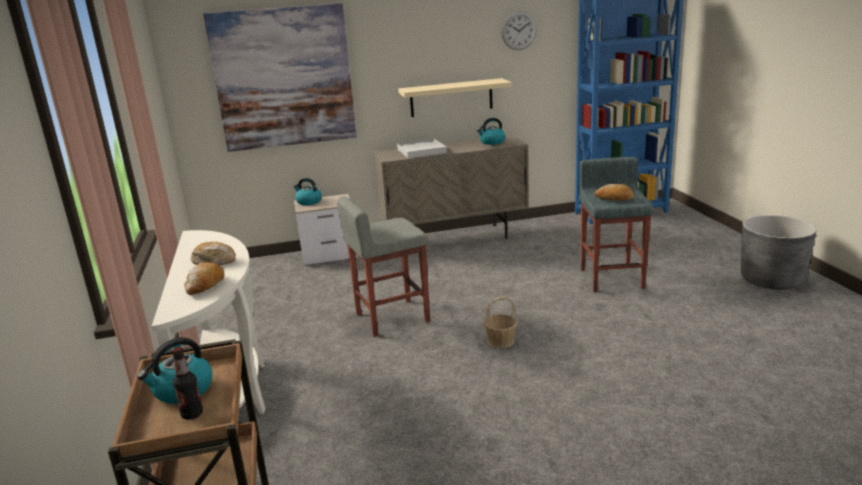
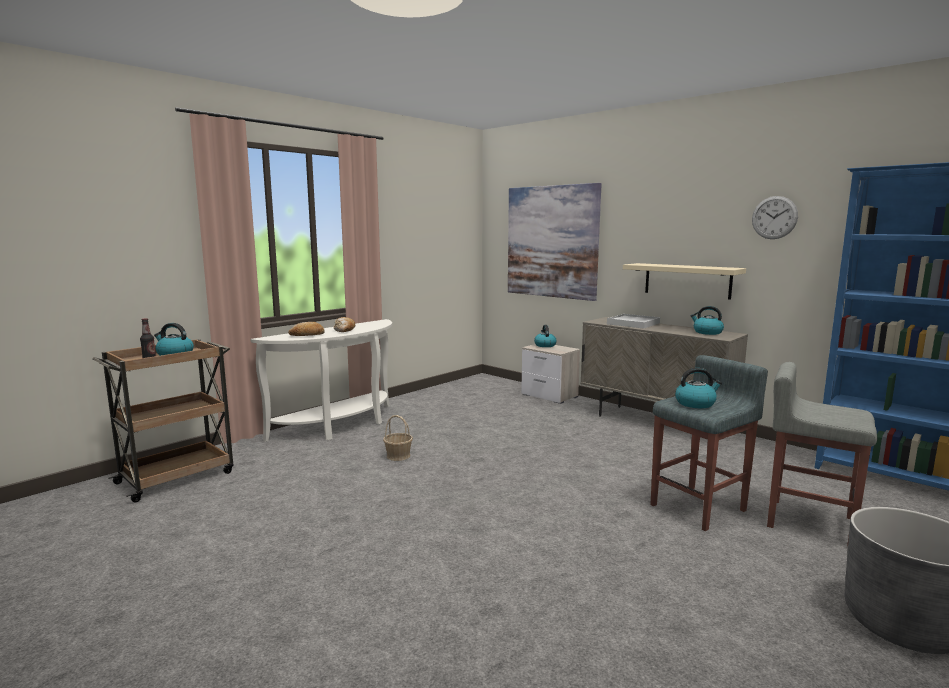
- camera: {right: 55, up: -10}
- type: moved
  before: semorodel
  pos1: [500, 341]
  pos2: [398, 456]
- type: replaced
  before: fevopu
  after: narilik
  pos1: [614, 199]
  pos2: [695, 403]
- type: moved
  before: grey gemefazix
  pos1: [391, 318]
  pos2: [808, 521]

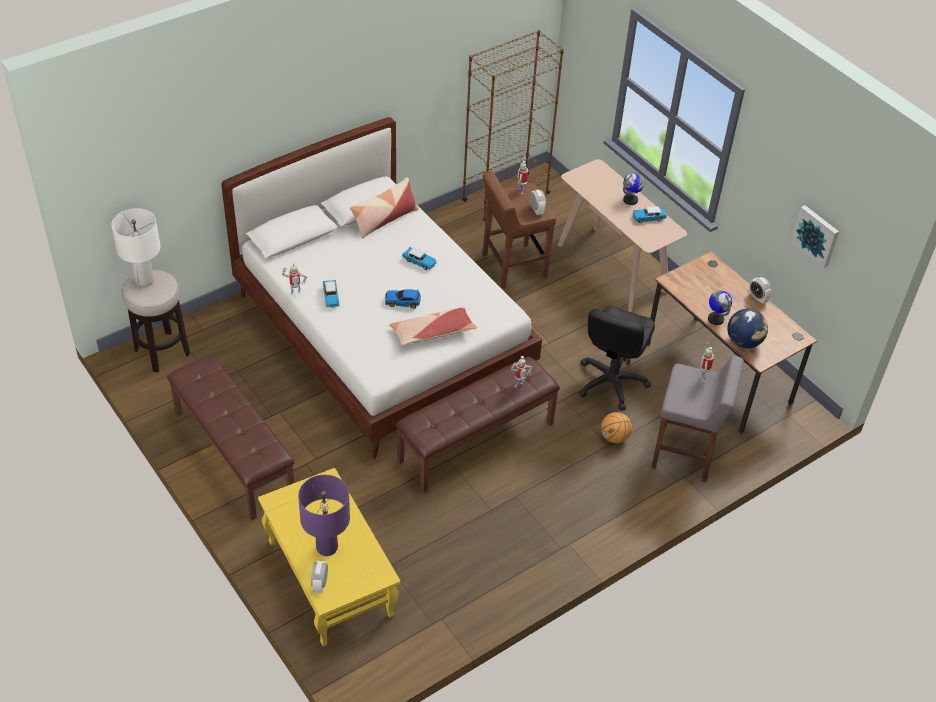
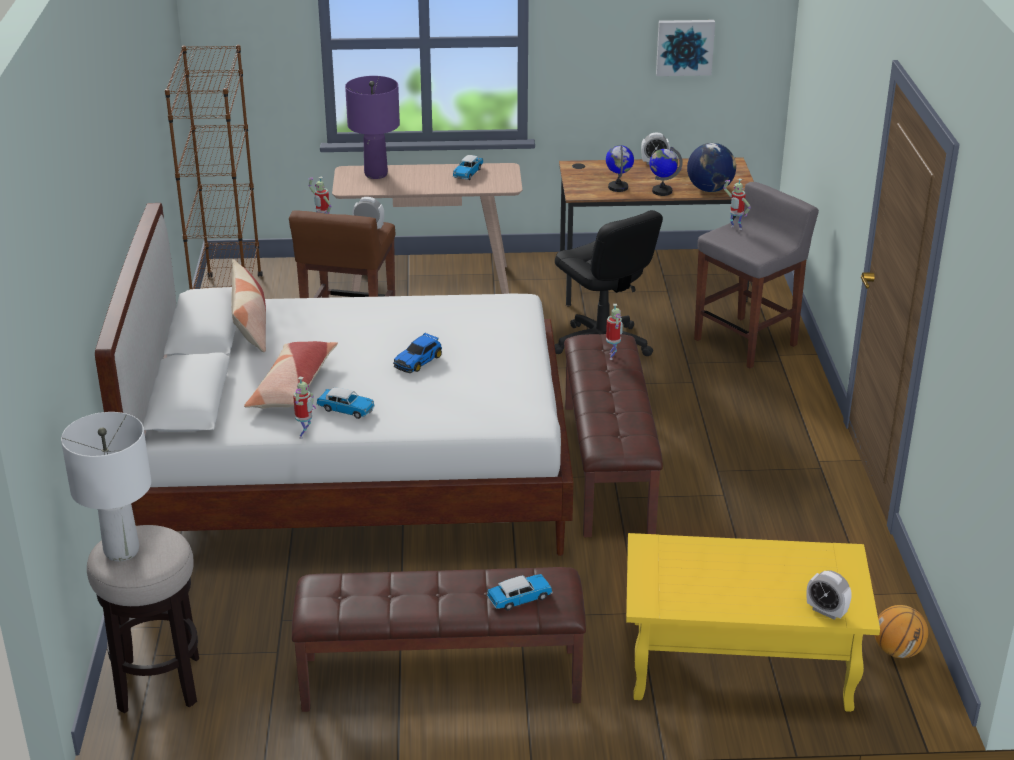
- camera: {right: -55, up: -15}
- type: moved
  before: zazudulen
  pos1: [432, 332]
  pos2: [292, 386]
- type: moved
  before: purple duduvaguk
  pos1: [326, 548]
  pos2: [376, 174]
- type: moved
  before: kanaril
  pos1: [419, 262]
  pos2: [520, 598]
- type: moved
  before: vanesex
  pos1: [630, 200]
  pos2: [618, 187]
- type: moved
  before: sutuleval
  pos1: [614, 437]
  pos2: [897, 651]

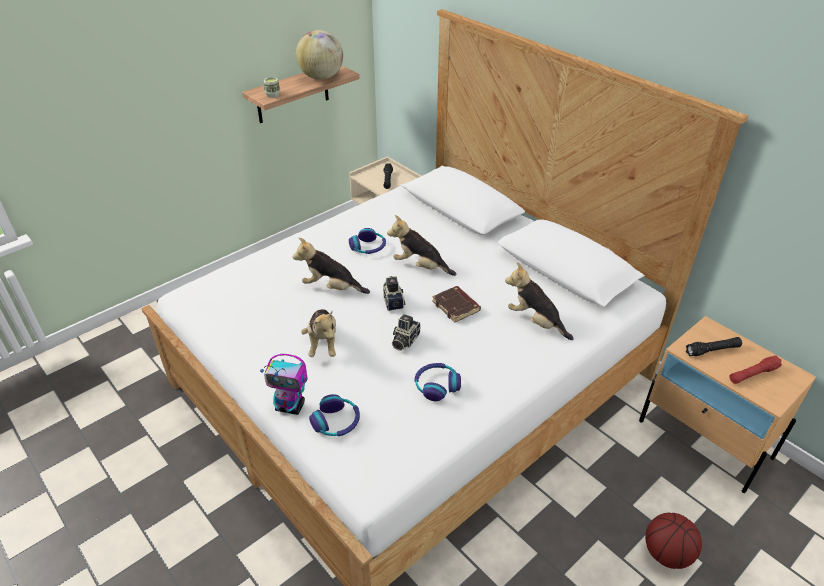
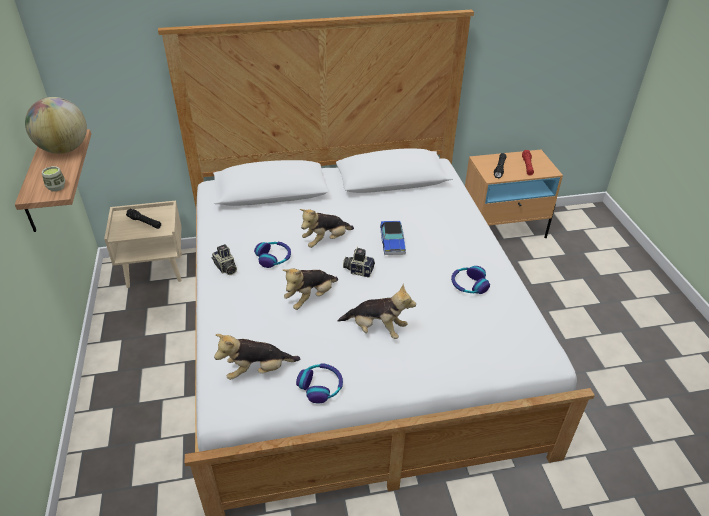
- camera: {right: -60, up: 0}
- type: moved
  before: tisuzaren
  pos1: [404, 340]
  pos2: [225, 268]
- type: moved
  before: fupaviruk
  pos1: [535, 322]
  pos2: [258, 370]
- type: moved
  before: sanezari
  pos1: [336, 422]
  pos2: [321, 386]
- type: replaced
  before: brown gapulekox
  after: kanaril
  pos1: [456, 306]
  pos2: [392, 241]
- type: removed
  before: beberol
  pos1: [291, 406]
- type: removed
  before: sutuleval
  pos1: [667, 554]

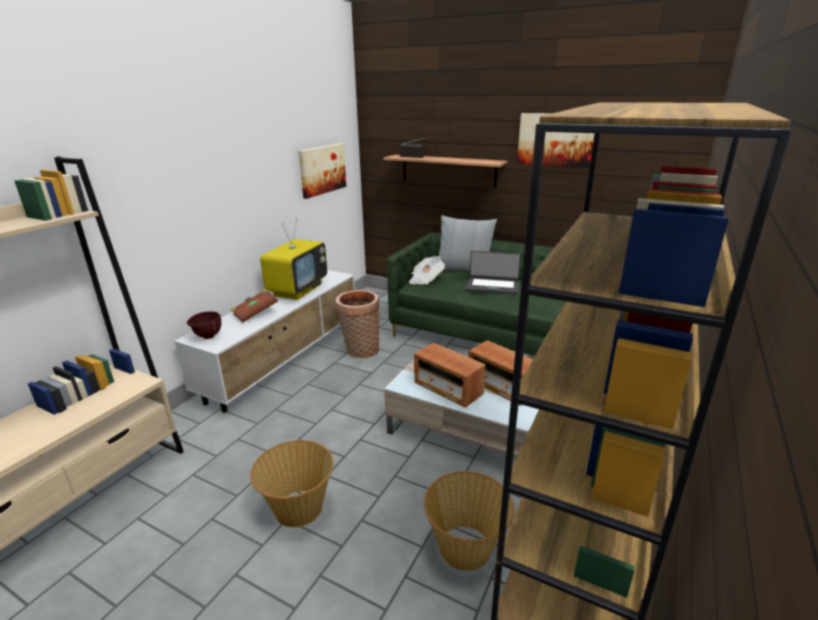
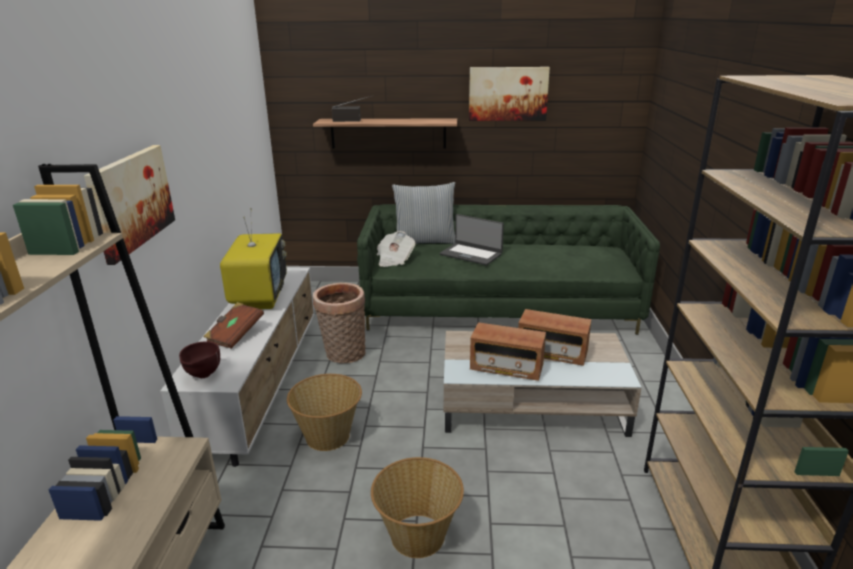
- camera: {right: -25, up: 0}
- type: moved
  before: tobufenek
  pos1: [322, 169]
  pos2: [131, 200]
- type: moved
  before: semorodel
  pos1: [466, 547]
  pos2: [328, 436]
- type: turned
  before: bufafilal
  pos1: [492, 286]
  pos2: [471, 254]
  turn: 45

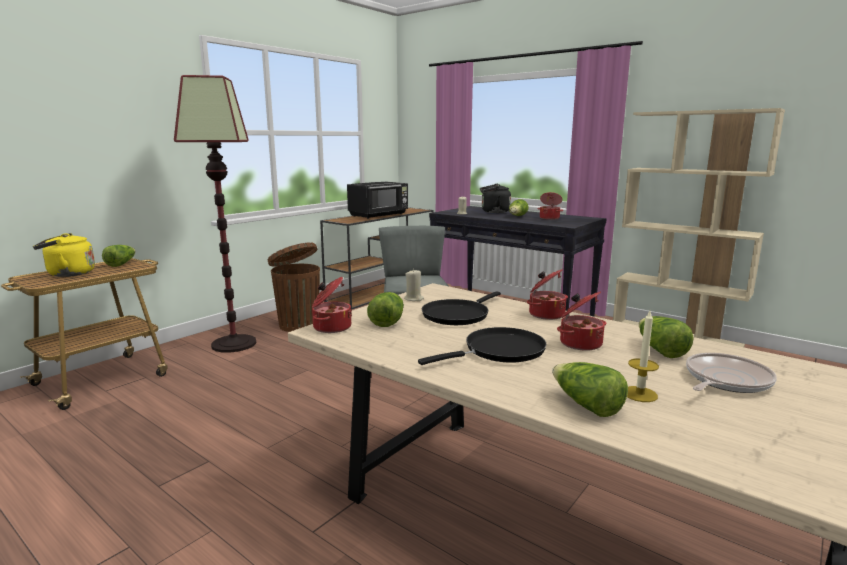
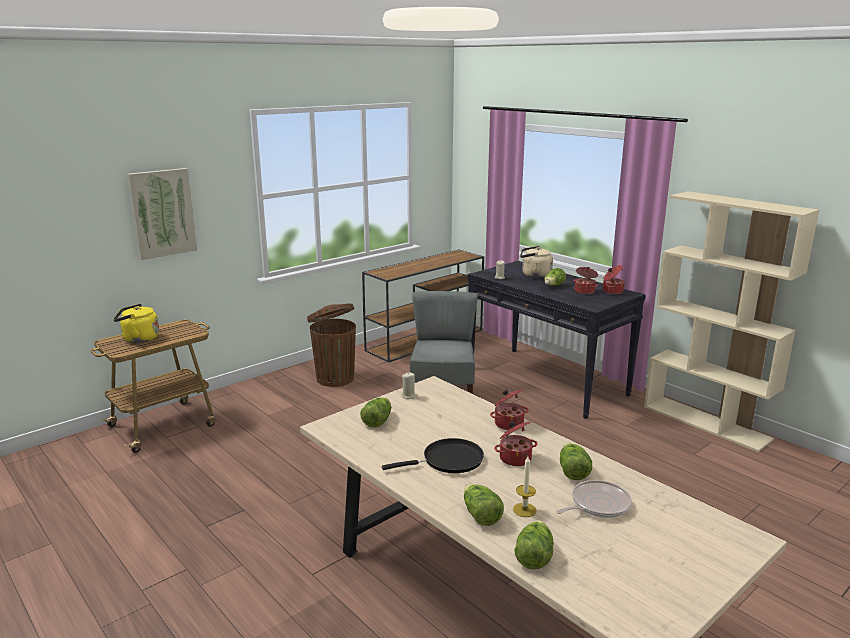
- camera: {right: 10, up: 5}
- type: added
  after: tobufenek
  pos2: [162, 213]
- type: moved
  before: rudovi
  pos1: [121, 264]
  pos2: [533, 556]
- type: recoloured
  before: black narilik
  after: beige narilik
  pos1: [493, 212]
  pos2: [534, 275]
- type: moved
  before: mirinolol
  pos1: [331, 327]
  pos2: [612, 291]
- type: removed
  before: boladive
  pos1: [233, 344]
- type: removed
  before: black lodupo
  pos1: [379, 215]
- type: removed
  before: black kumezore
  pos1: [458, 315]

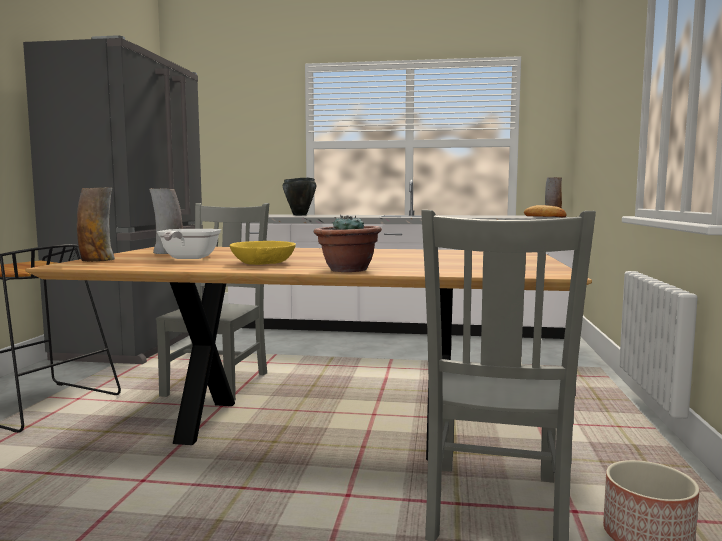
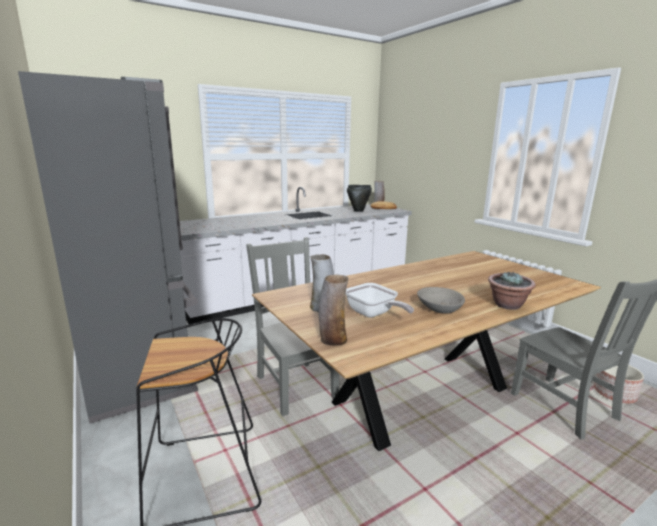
- camera: {right: -40, up: 10}
- type: moved
  before: black mirinolol
  pos1: [299, 215]
  pos2: [358, 211]
- type: recoloured
  before: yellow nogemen
  after: grey nogemen
  pos1: [263, 263]
  pos2: [439, 308]

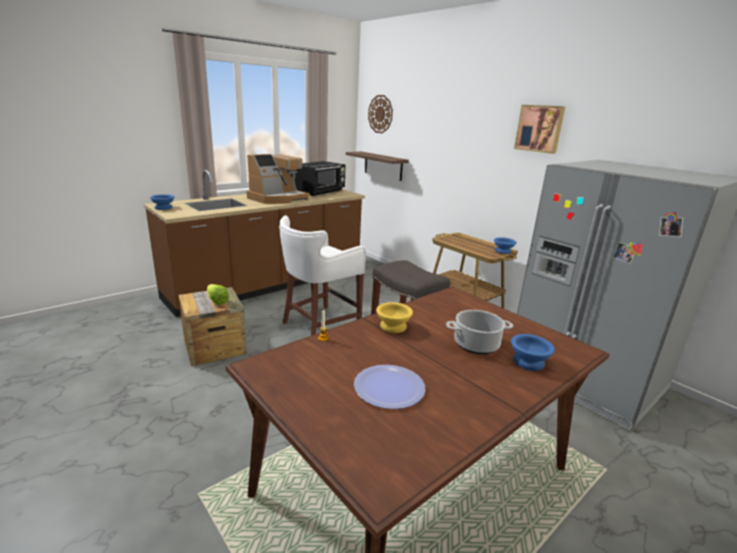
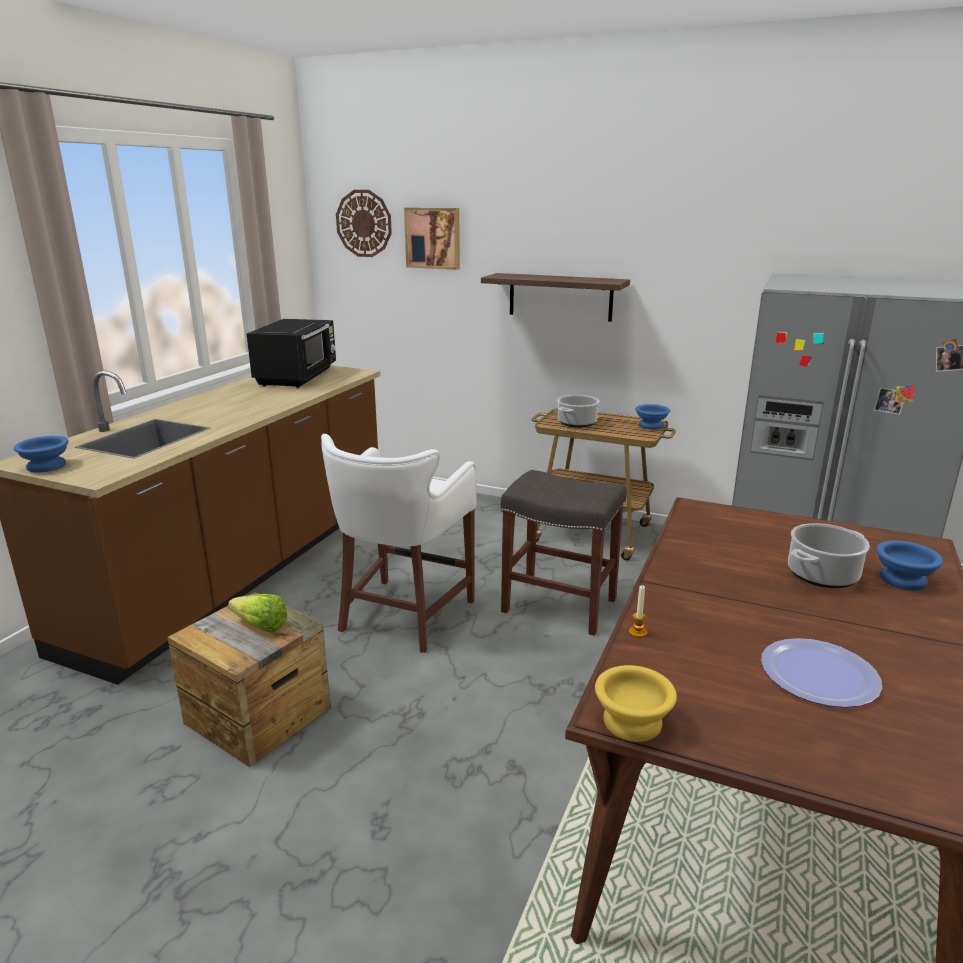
- camera: {right: -25, up: 0}
- type: moved
  before: tobufenek
  pos1: [539, 128]
  pos2: [433, 238]
- type: moved
  before: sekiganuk
  pos1: [383, 166]
  pos2: [560, 297]
- type: added
  after: mirinolol
  pos2: [577, 423]
- type: moved
  before: yellow nogemen
  pos1: [392, 327]
  pos2: [632, 724]
- type: removed
  before: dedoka
  pos1: [278, 199]

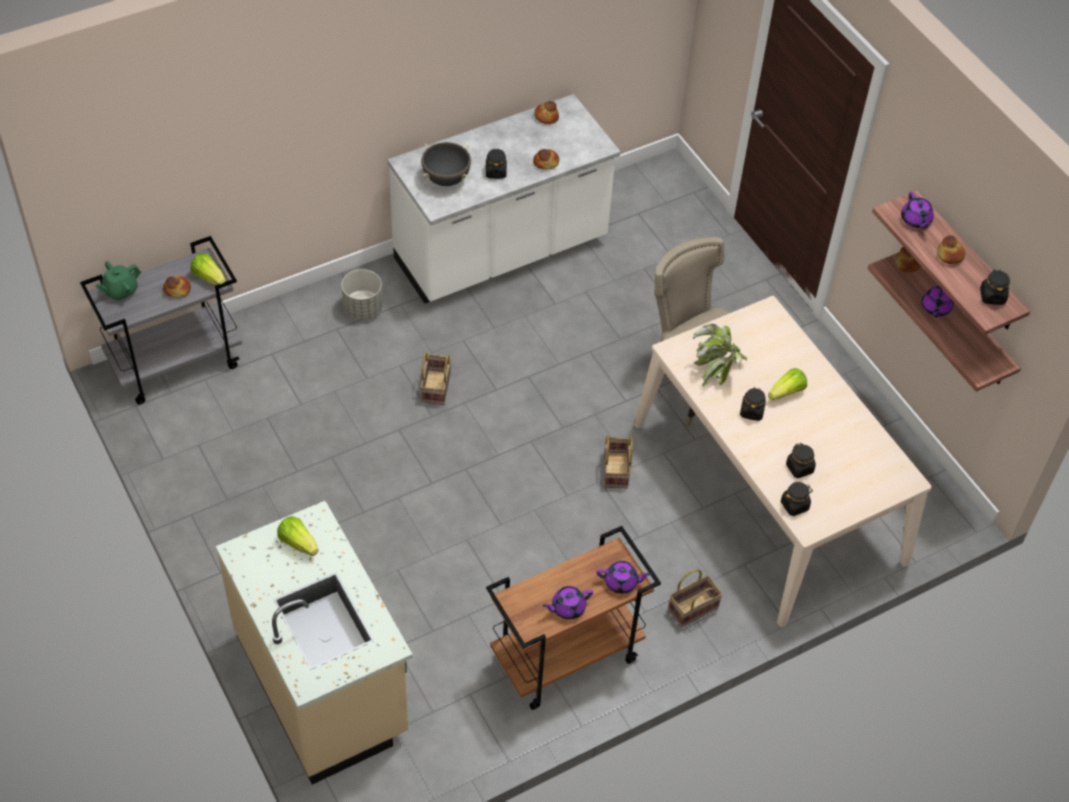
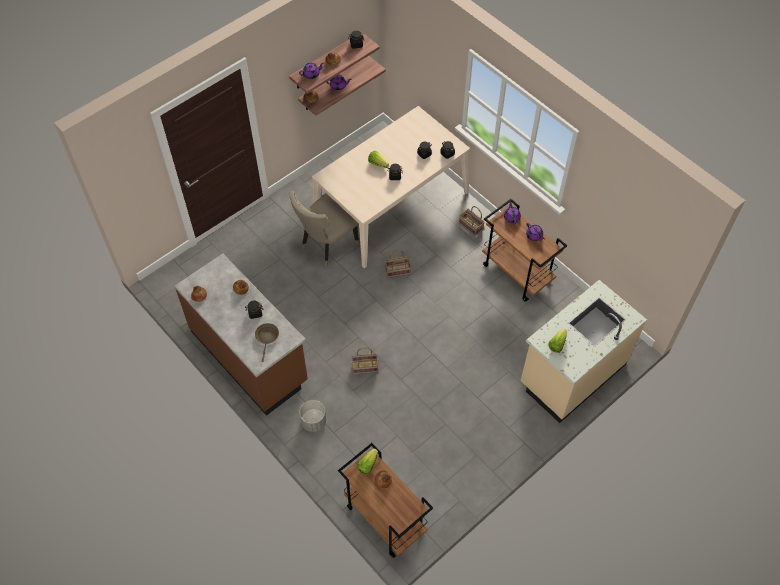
- camera: {right: -100, up: 5}
- type: recoloured
  before: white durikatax
  after: brown durikatax
  pos1: [501, 252]
  pos2: [250, 356]
- type: replaced
  before: black mirinolol
  after: brown kumezore
  pos1: [446, 179]
  pos2: [267, 338]
- type: recoloured
  before: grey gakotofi
  after: brown gakotofi
  pos1: [176, 362]
  pos2: [384, 518]
- type: removed
  before: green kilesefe
  pos1: [120, 291]
- type: removed
  before: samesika
  pos1: [717, 369]

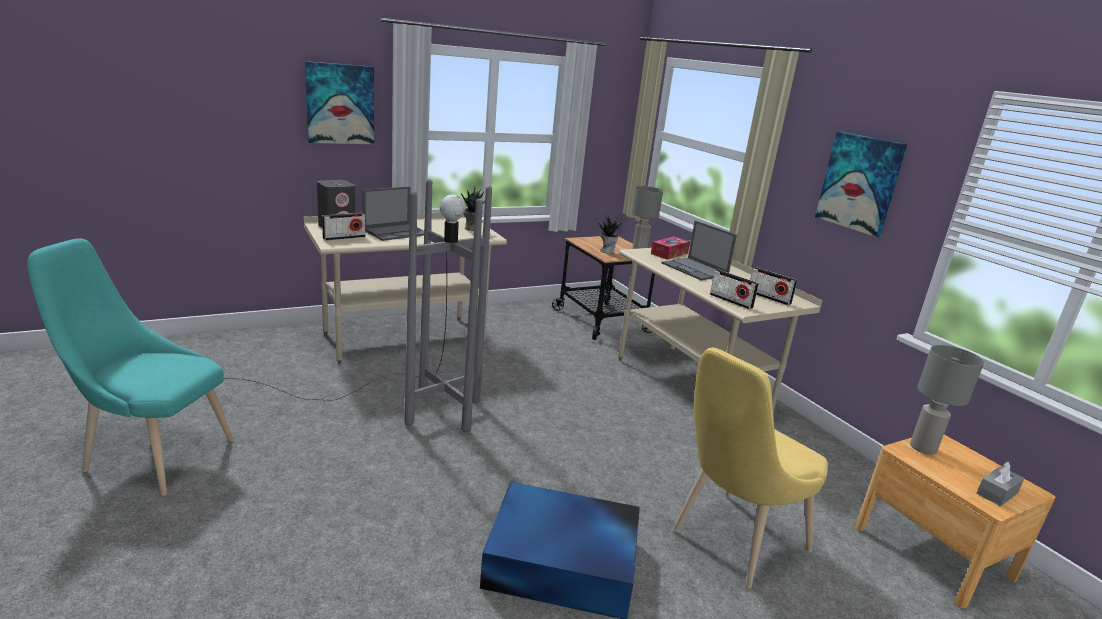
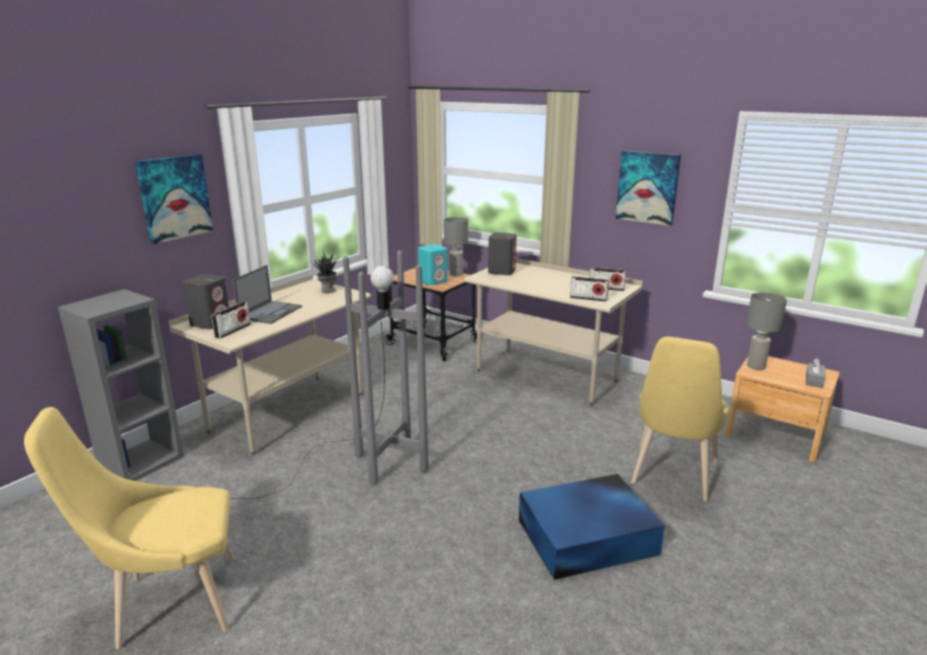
- camera: {right: -25, up: 0}
- type: recoloured
  before: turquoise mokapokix
  after: yellow mokapokix
  pos1: [151, 454]
  pos2: [169, 604]
- type: added
  after: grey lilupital
  pos2: [141, 461]
- type: replaced
  before: samesika
  after: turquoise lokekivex
  pos1: [606, 251]
  pos2: [433, 281]
- type: replaced
  before: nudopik
  after: grey lokekivex
  pos1: [669, 253]
  pos2: [502, 271]
- type: removed
  before: bufafilal
  pos1: [695, 269]

